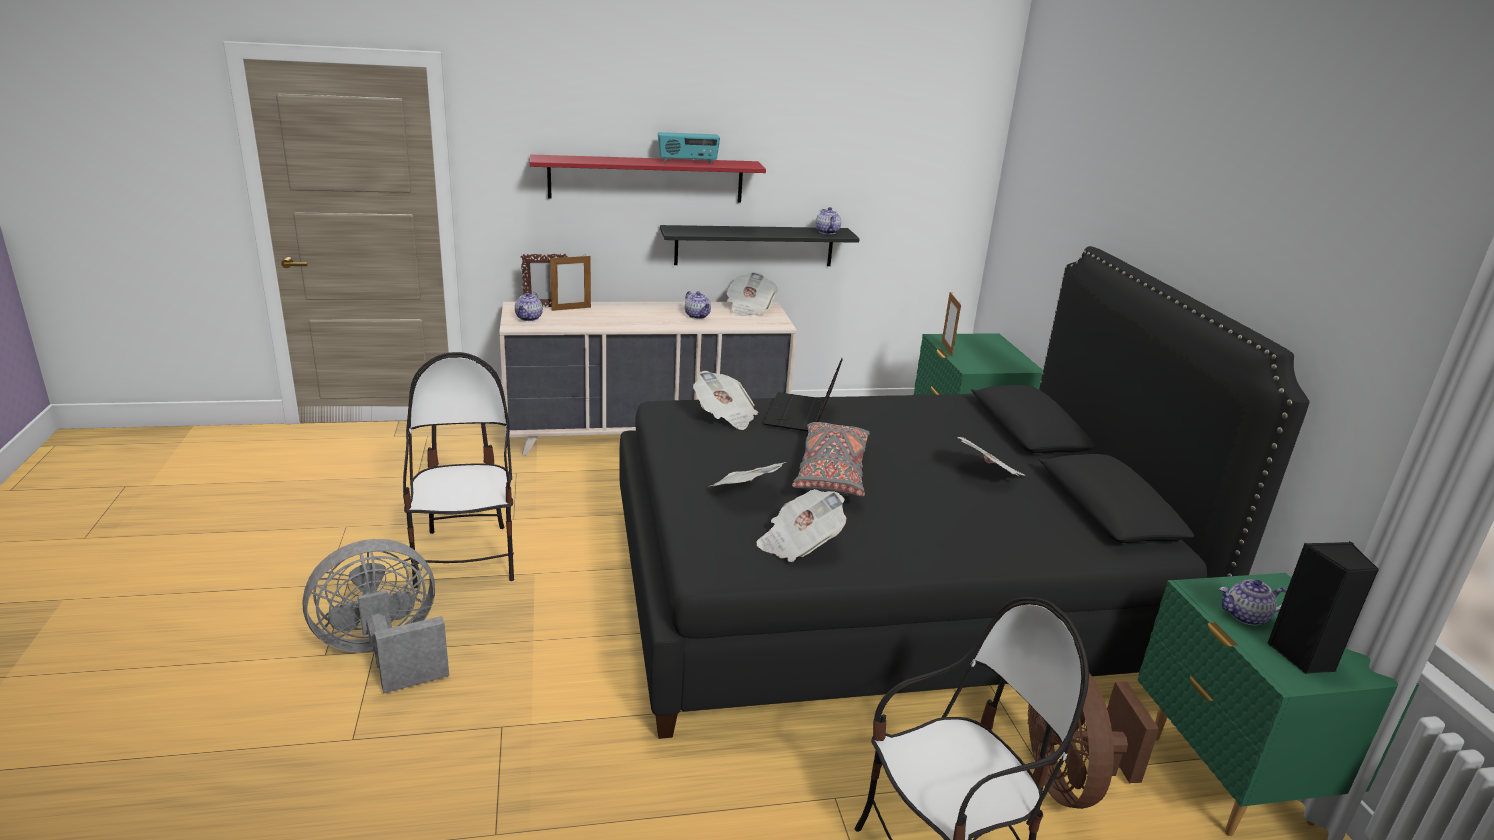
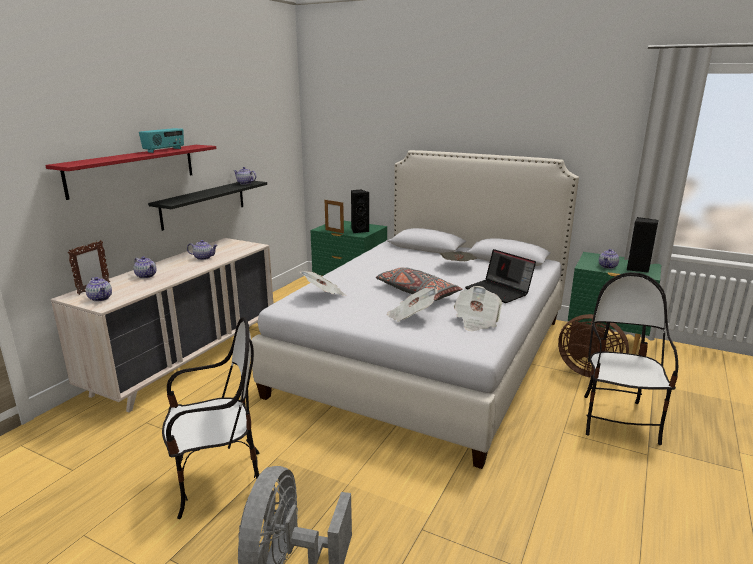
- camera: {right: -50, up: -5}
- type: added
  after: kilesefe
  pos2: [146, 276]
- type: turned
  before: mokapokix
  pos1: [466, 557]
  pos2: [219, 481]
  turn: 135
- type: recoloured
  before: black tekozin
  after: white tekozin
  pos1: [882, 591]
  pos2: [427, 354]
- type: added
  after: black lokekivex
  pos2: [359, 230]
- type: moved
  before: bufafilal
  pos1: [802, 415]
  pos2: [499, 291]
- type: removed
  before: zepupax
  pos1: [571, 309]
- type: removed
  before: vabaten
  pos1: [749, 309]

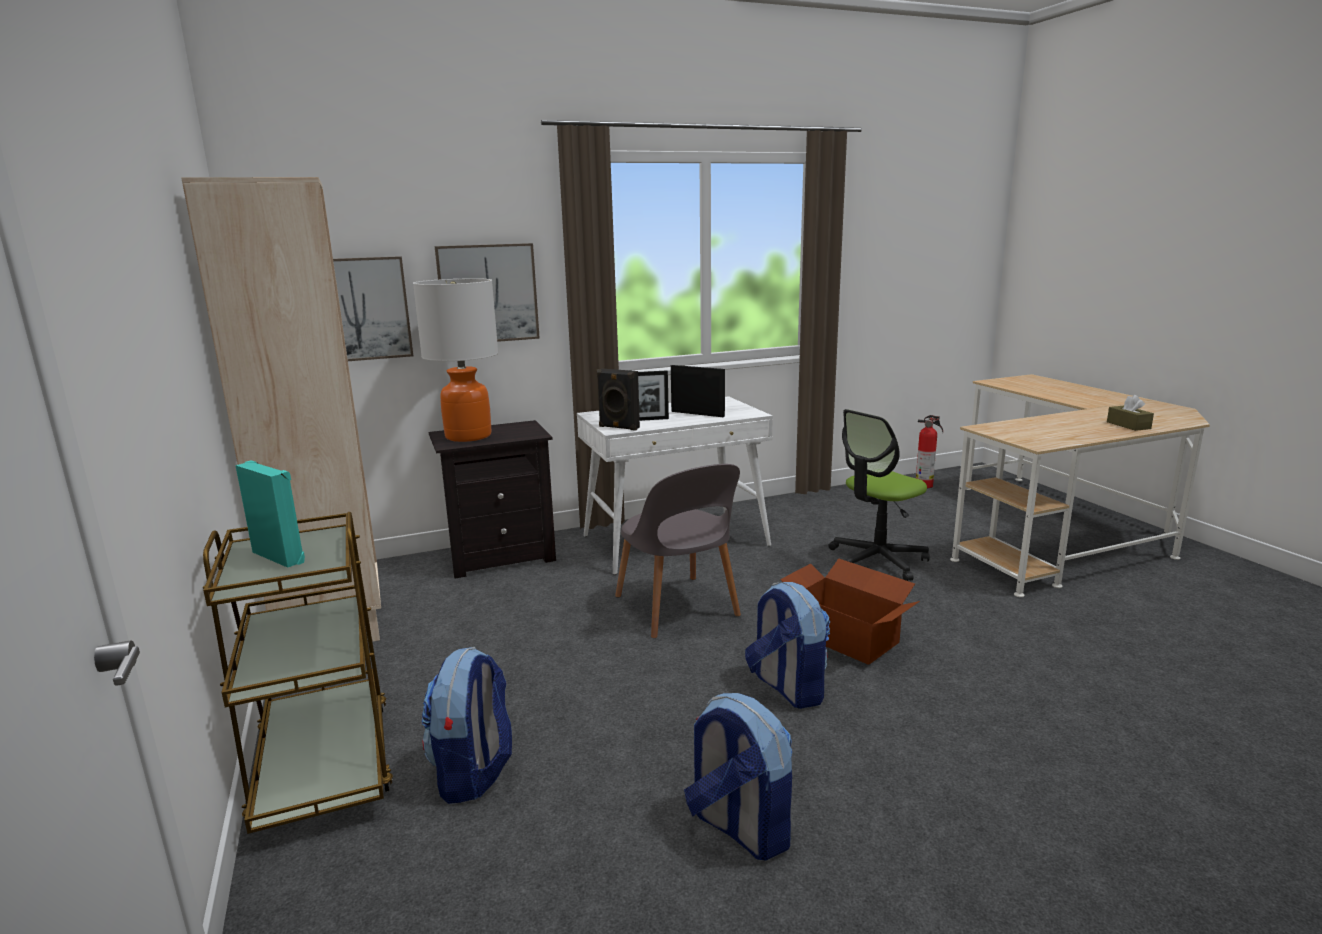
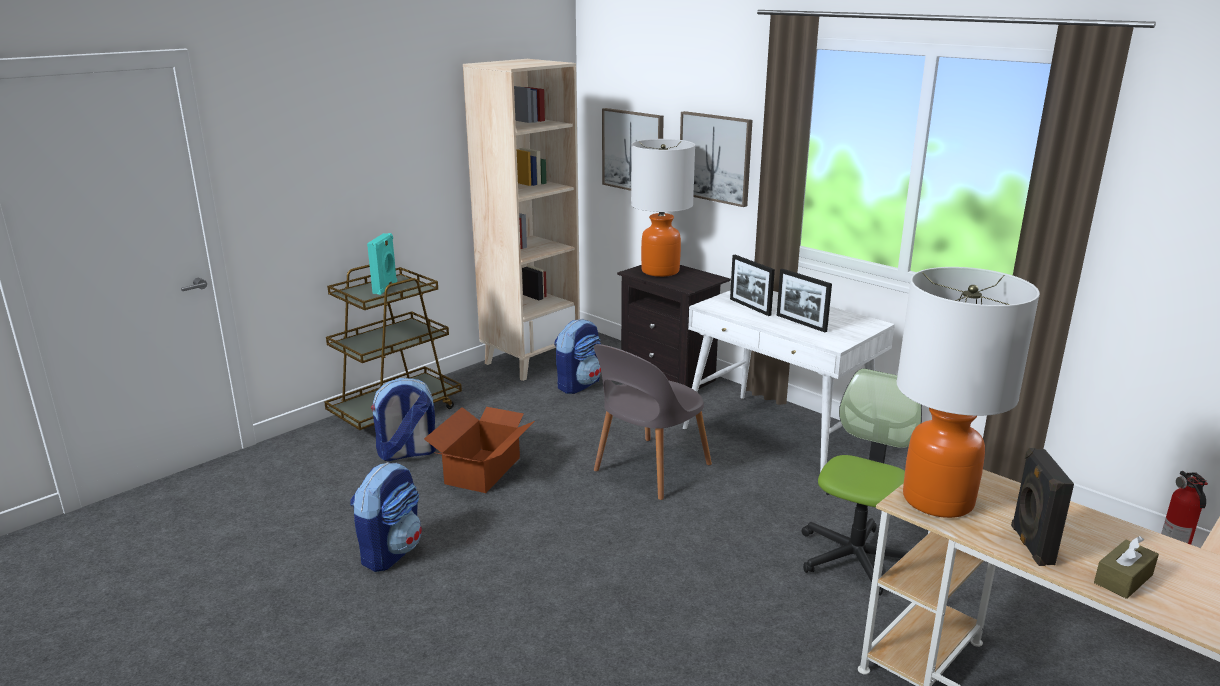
- camera: {right: 65, up: 5}
- type: moved
  before: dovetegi
  pos1: [845, 636]
  pos2: [484, 470]
- type: moved
  before: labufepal
  pos1: [787, 688]
  pos2: [578, 384]
- type: turned
  before: zepupax
  pos1: [697, 414]
  pos2: [801, 323]
  turn: 135
- type: turned
  before: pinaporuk
  pos1: [877, 560]
  pos2: [855, 558]
  turn: 90
- type: added
  after: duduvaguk
  pos2: [938, 500]
- type: moved
  before: black lokekivex
  pos1: [618, 427]
  pos2: [1030, 545]

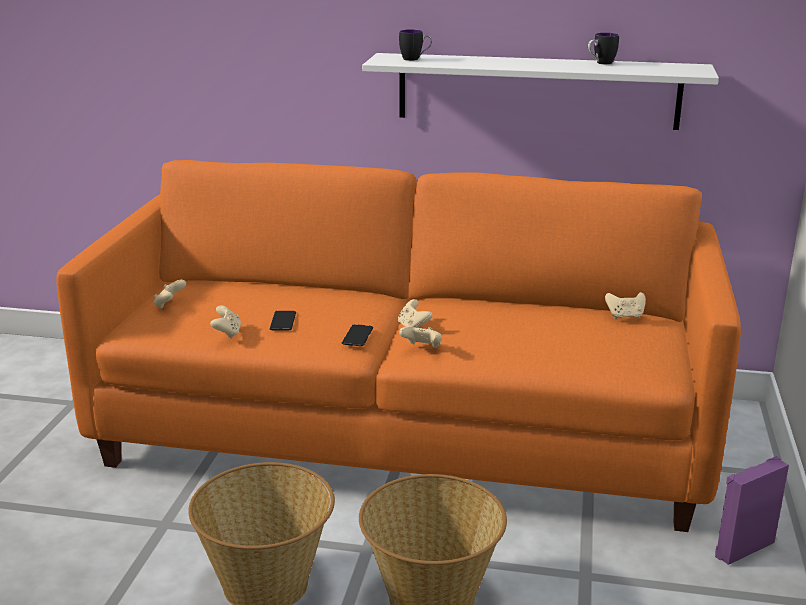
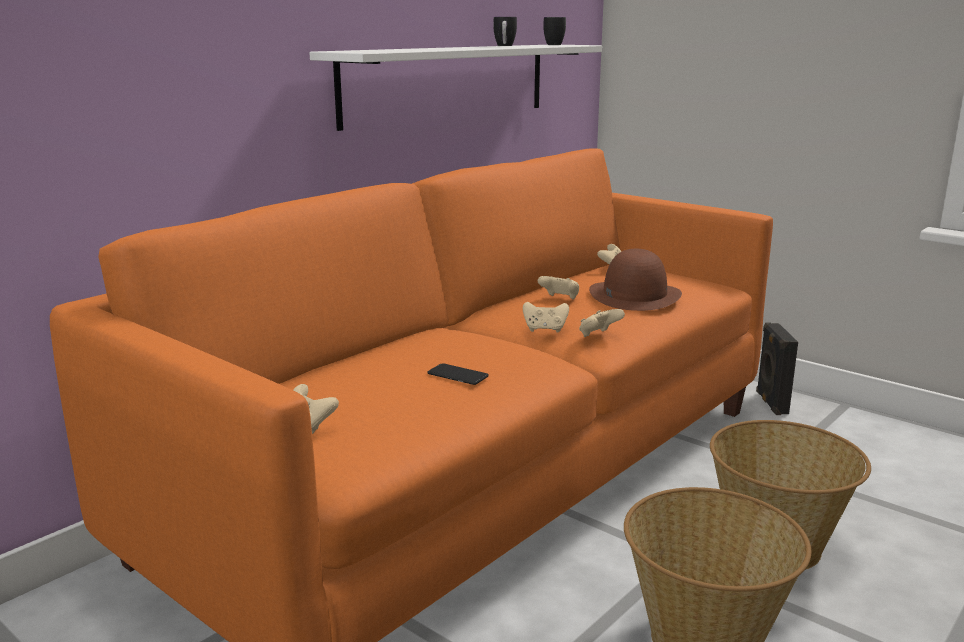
- camera: {right: -60, up: -5}
- type: moved
  before: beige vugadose
  pos1: [227, 333]
  pos2: [560, 299]
- type: moved
  before: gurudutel
  pos1: [415, 59]
  pos2: [556, 44]
- type: added
  after: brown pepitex
  pos2: [634, 295]
- type: recoloured
  before: purple lokekivex
  after: black lokekivex
  pos1: [743, 548]
  pos2: [770, 403]
- type: removed
  before: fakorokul
  pos1: [357, 336]

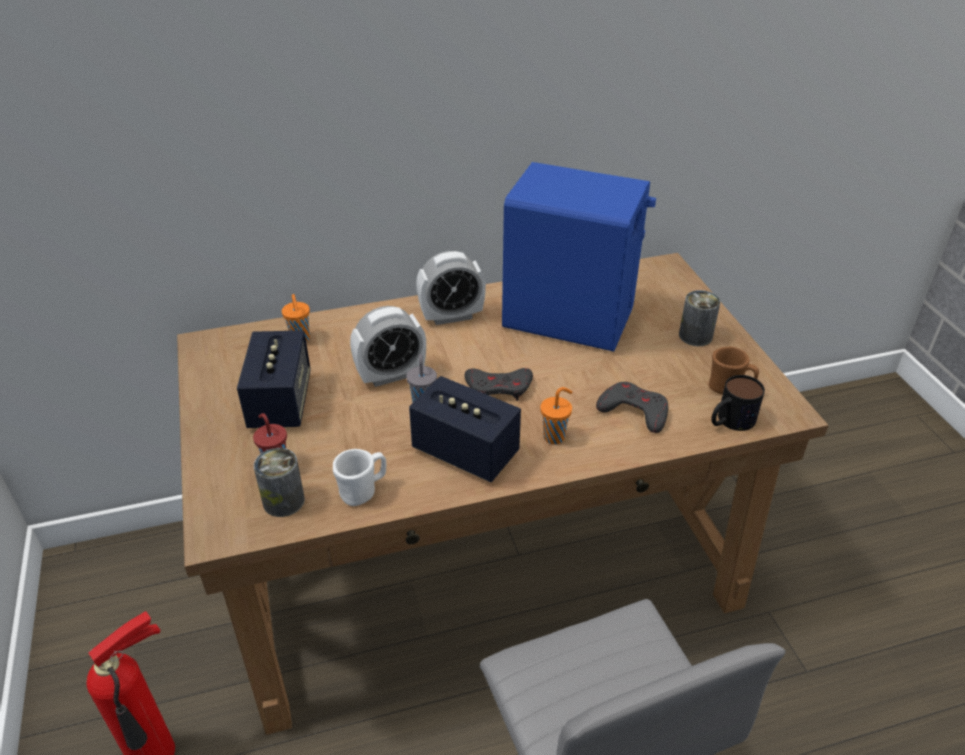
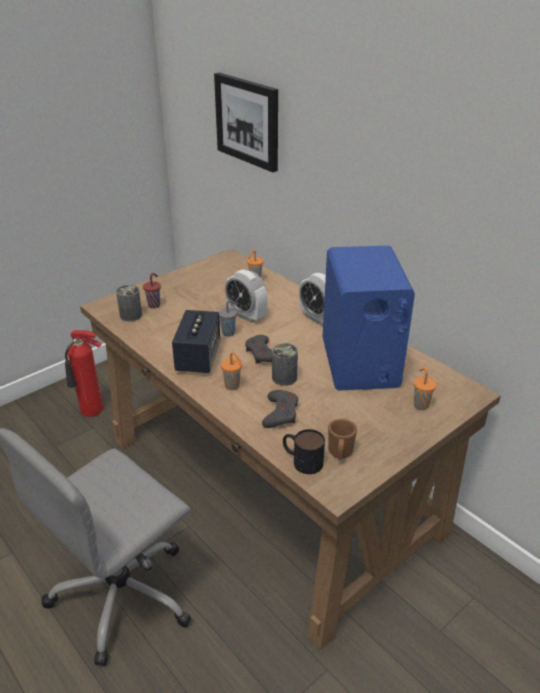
- camera: {right: 65, up: -5}
- type: added
  after: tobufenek
  pos2: [248, 121]
- type: moved
  before: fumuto
  pos1: [695, 336]
  pos2: [284, 377]
- type: added
  after: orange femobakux
  pos2: [420, 405]
- type: removed
  before: lokekivex
  pos1: [280, 402]
- type: removed
  before: white gurudutel
  pos1: [363, 491]

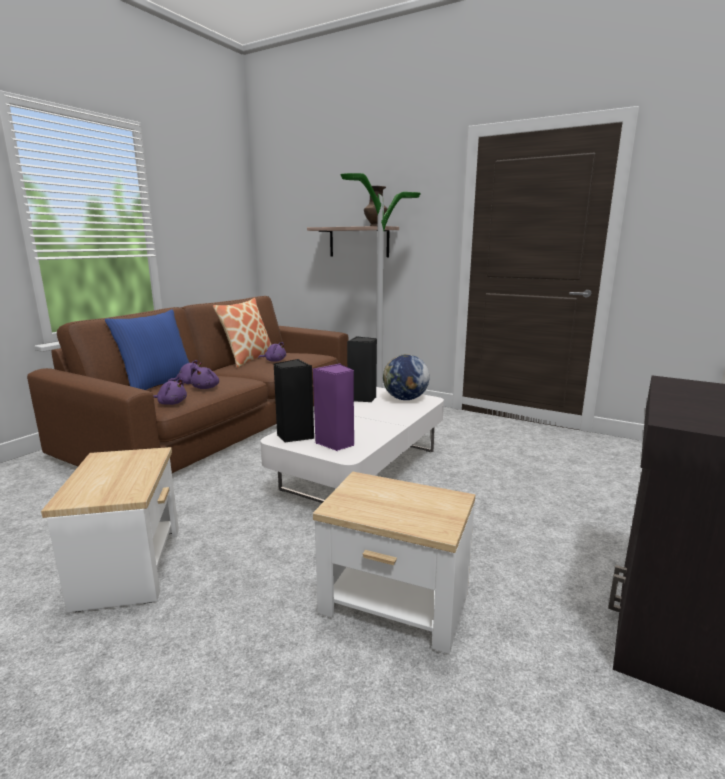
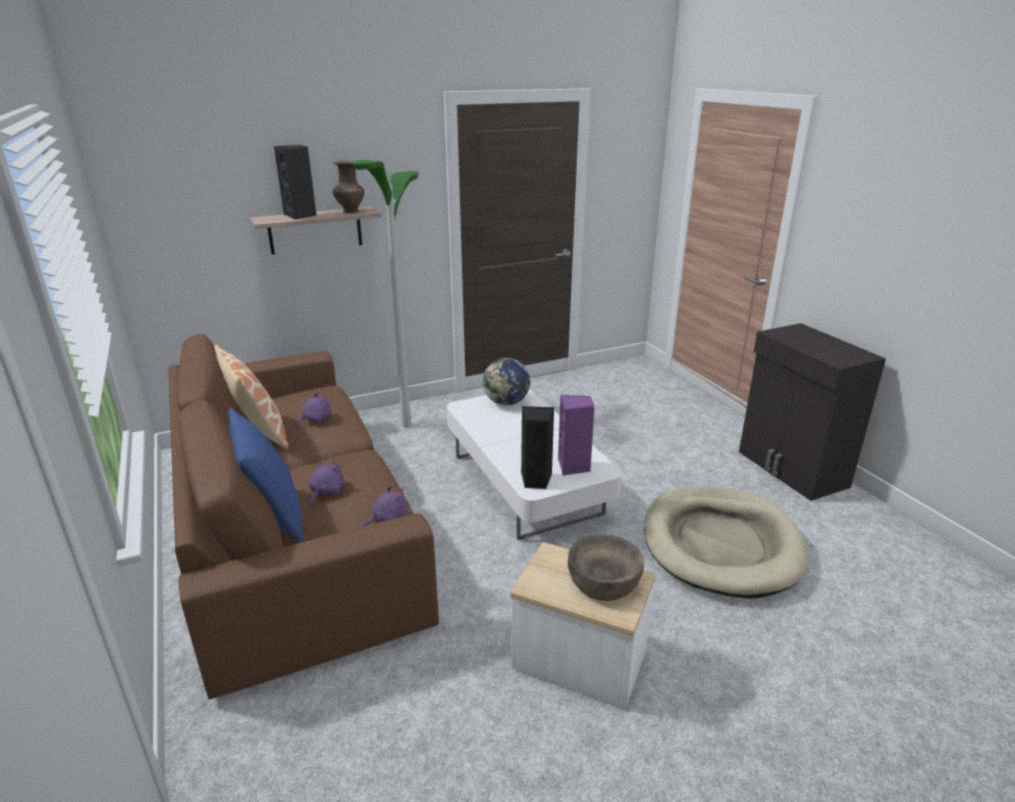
- camera: {right: -55, up: 10}
- type: moved
  before: black lokekivex
  pos1: [362, 398]
  pos2: [300, 215]
- type: added
  after: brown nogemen
  pos2: [603, 582]
- type: replaced
  before: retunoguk
  after: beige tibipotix
  pos1: [394, 605]
  pos2: [720, 544]
- type: removed
  before: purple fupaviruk
  pos1: [206, 388]

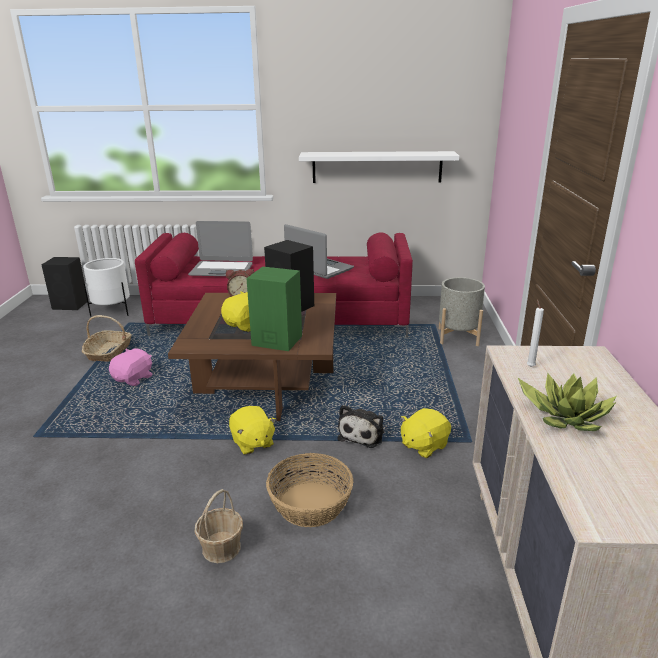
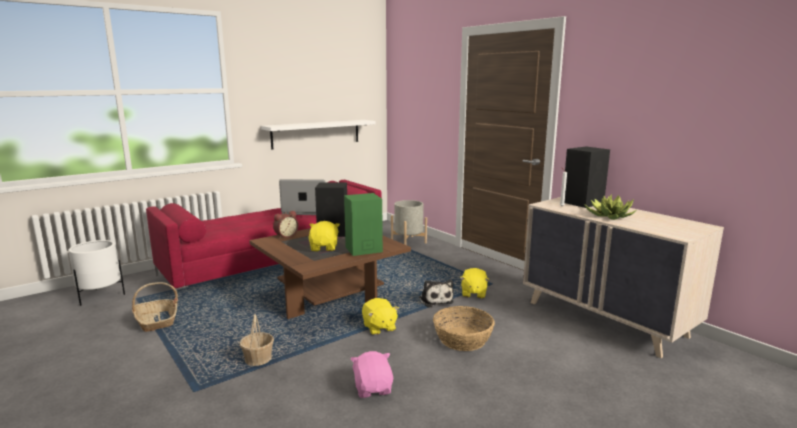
- camera: {right: -40, up: -10}
- type: moved
  before: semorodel
  pos1: [222, 548]
  pos2: [258, 359]
- type: moved
  before: pink fupaviruk
  pos1: [134, 379]
  pos2: [373, 388]
- type: turned
  before: yellow fupaviruk
  pos1: [252, 443]
  pos2: [379, 327]
  turn: 45
- type: moved
  before: black lokekivex
  pos1: [71, 305]
  pos2: [583, 202]
- type: removed
  before: bufafilal
  pos1: [221, 270]

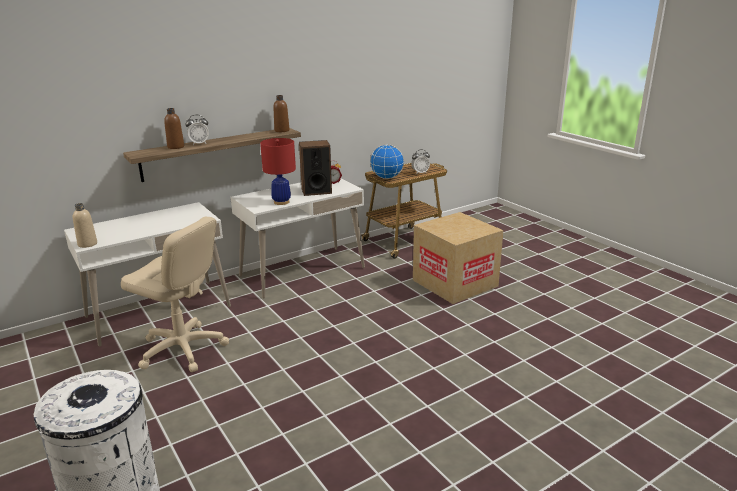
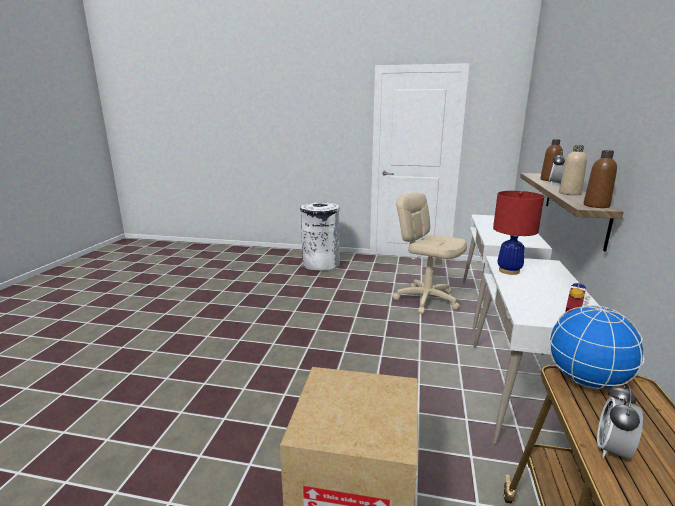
- camera: {right: 135, up: -5}
- type: turned
  before: beige pinaporuk
  pos1: [182, 349]
  pos2: [426, 299]
  turn: 60
- type: moved
  before: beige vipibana
  pos1: [87, 244]
  pos2: [569, 193]
- type: removed
  before: lokekivex
  pos1: [316, 191]

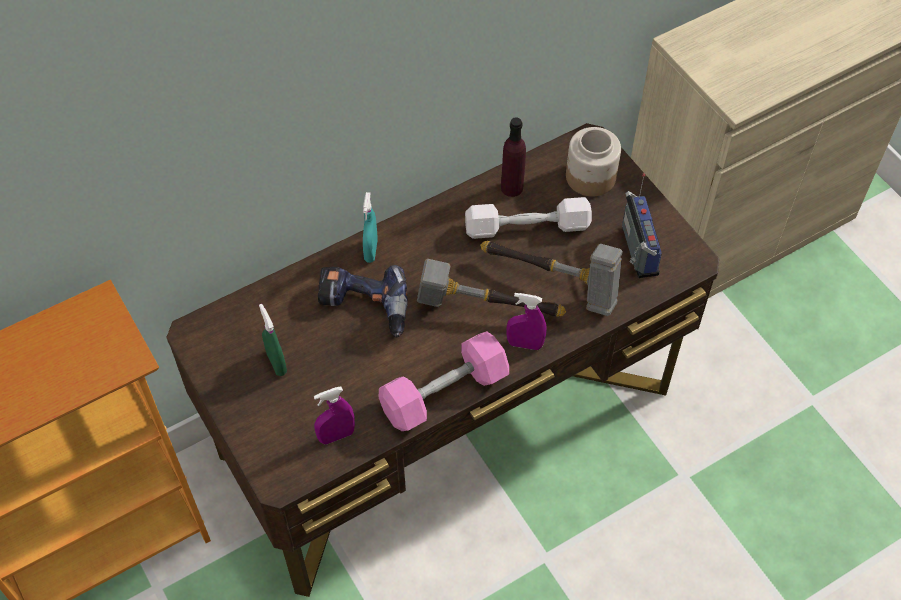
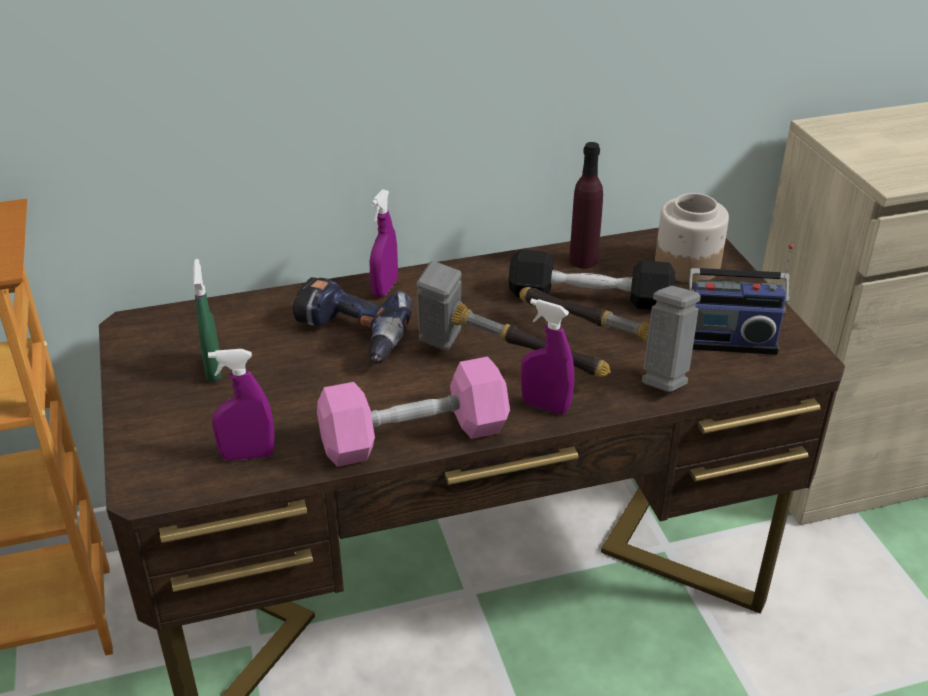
- camera: {right: 15, up: -20}
- type: recoloured
  before: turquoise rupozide
  after: purple rupozide
  pos1: [371, 251]
  pos2: [385, 288]
- type: recoloured
  before: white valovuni
  after: black valovuni
  pos1: [527, 227]
  pos2: [590, 297]
- type: turned
  before: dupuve
  pos1: [636, 251]
  pos2: [729, 340]
  turn: 90

